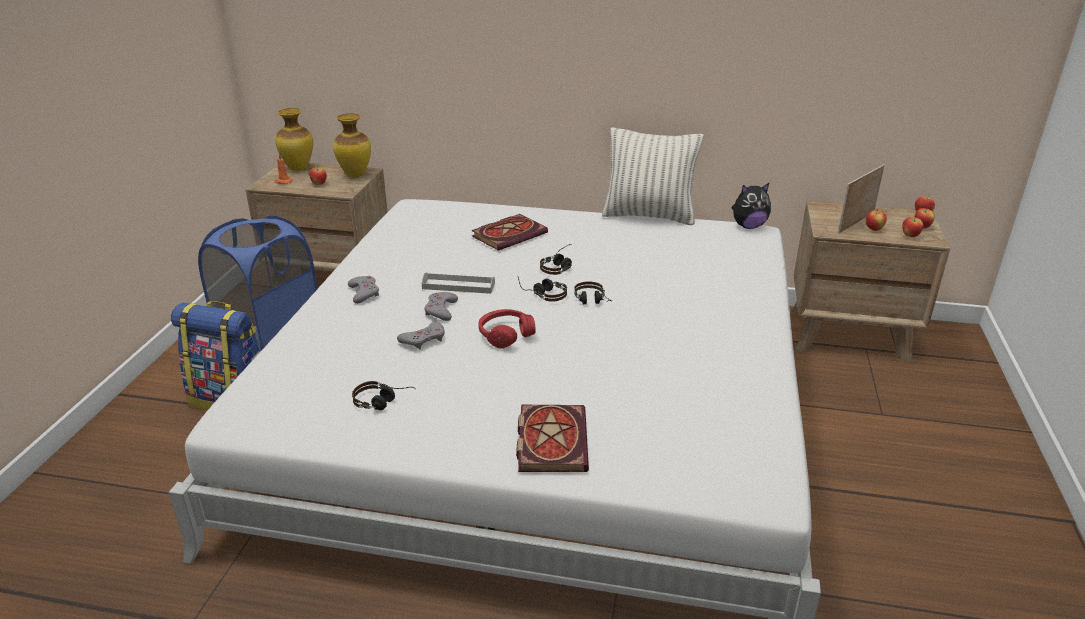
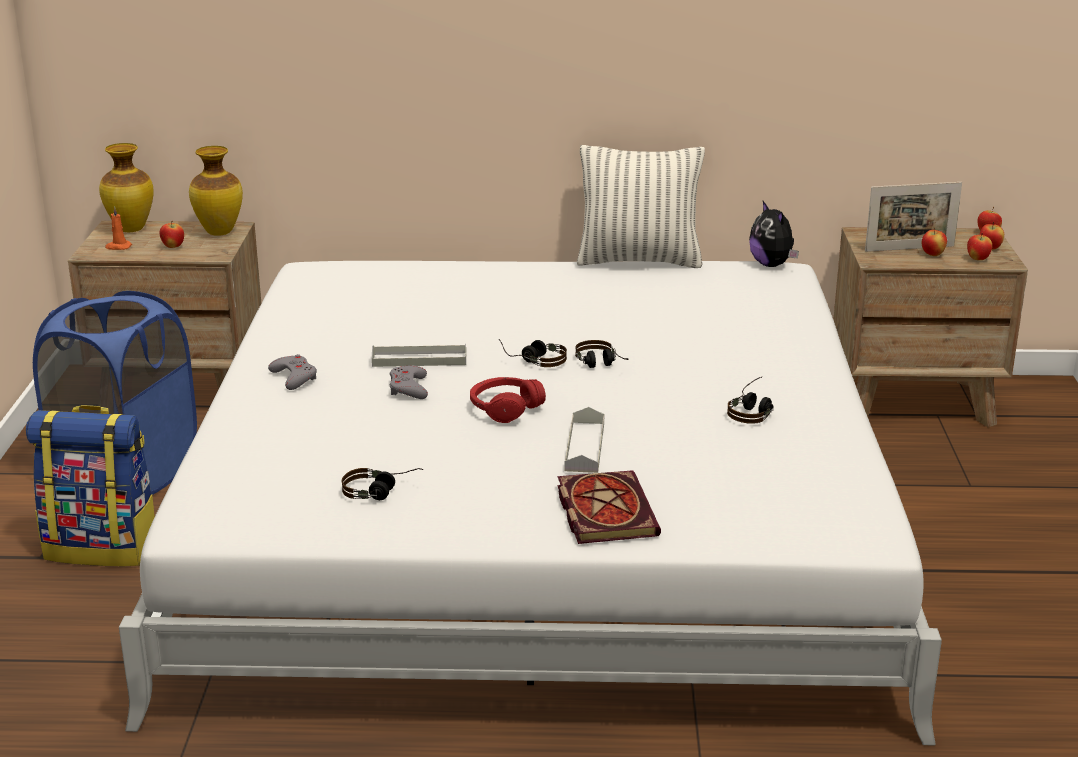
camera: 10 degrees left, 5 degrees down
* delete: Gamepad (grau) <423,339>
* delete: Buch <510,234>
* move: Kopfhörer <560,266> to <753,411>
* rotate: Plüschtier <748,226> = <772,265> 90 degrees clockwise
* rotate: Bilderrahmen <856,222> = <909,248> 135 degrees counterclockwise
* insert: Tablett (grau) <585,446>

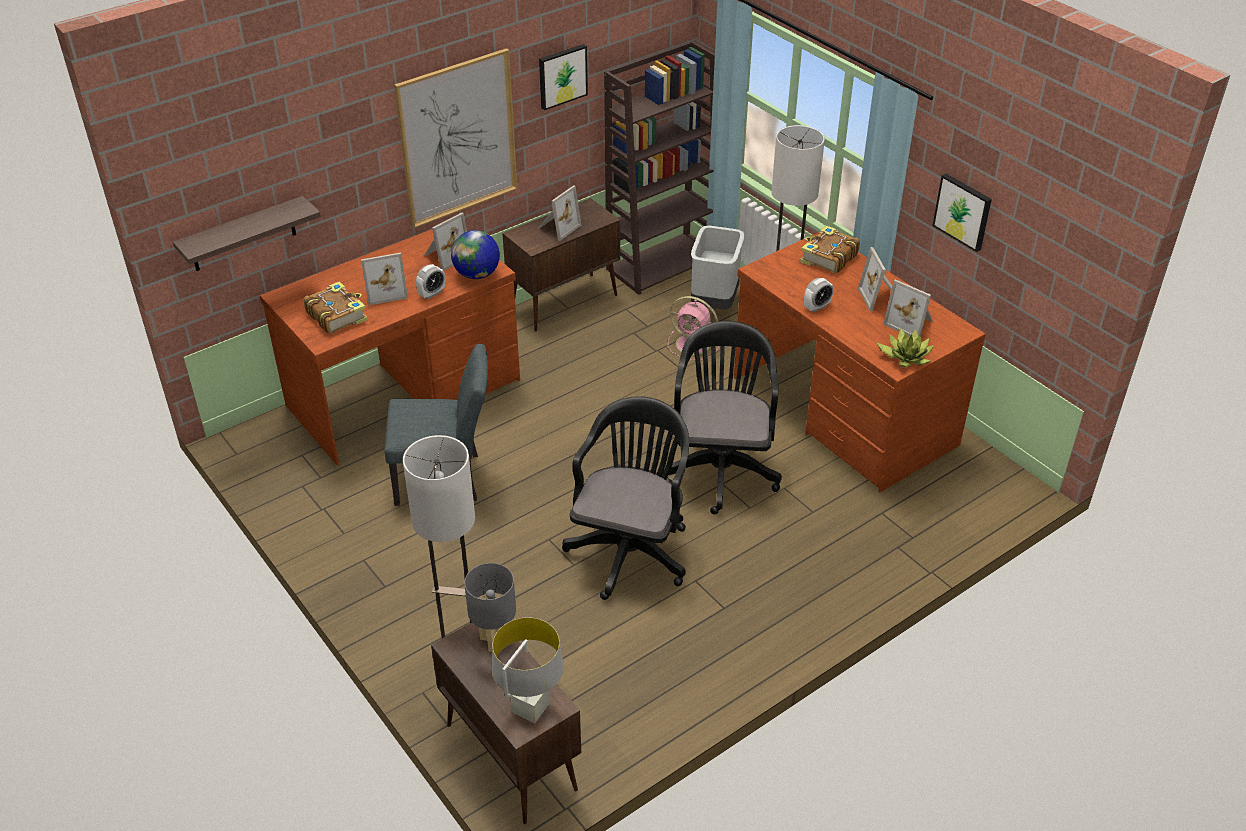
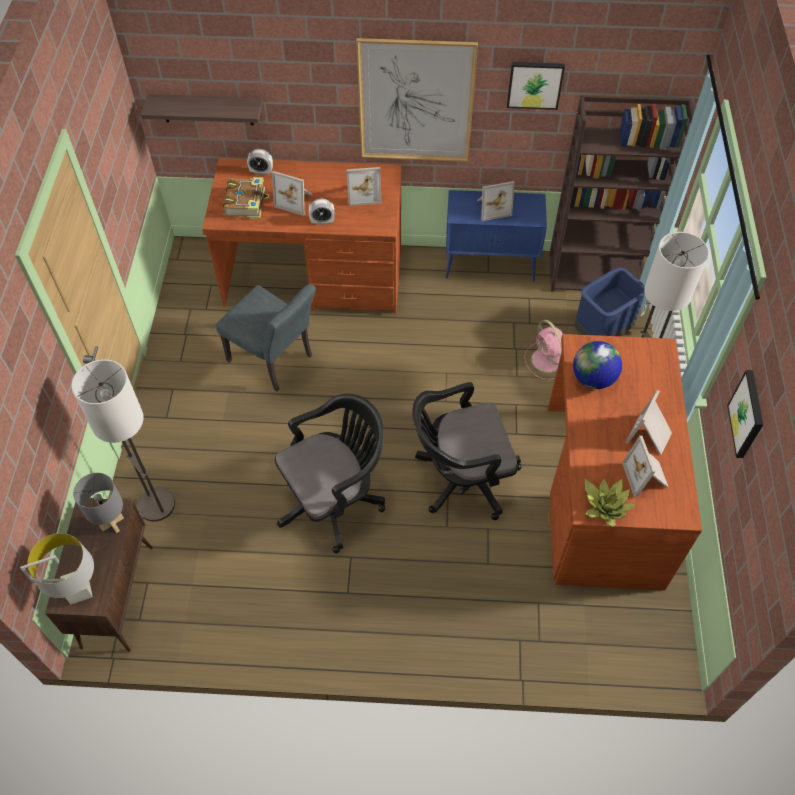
camera: 40 degrees right, 15 degrees up
* move: Globus <477,275> to <593,379>
* recolor: Schrank (braun) <565,302> to Schrank (blau) <491,265>
* rotate: Bürostuhl (schwarz) <721,467> = <461,478> 150 degrees counterclockwise
* recolor: Mülleimer (grau) <715,303> to Mülleimer (blau) <602,333>
* delete: Buch <828,258>
* move: Wecker <817,307> to <261,172>

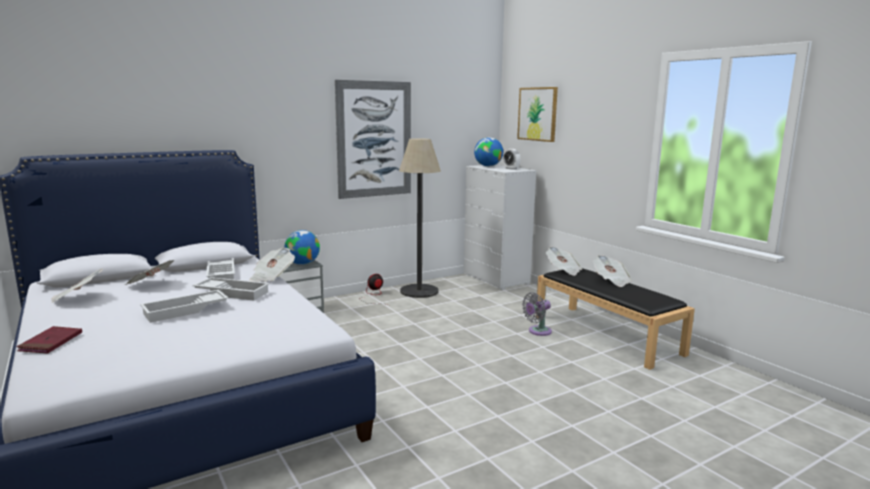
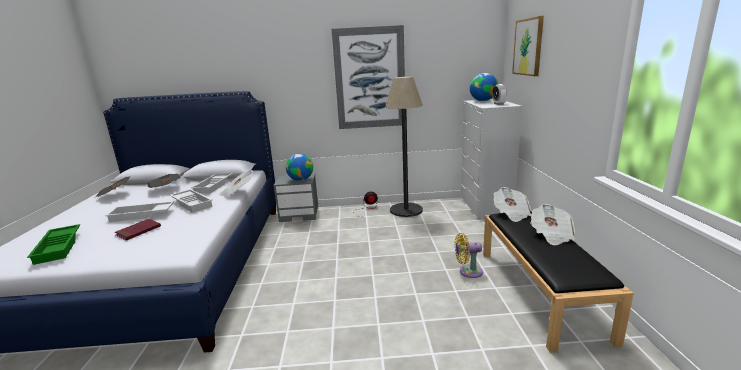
camera: 30 degrees right, 5 degrees up
* move: Buch (rot) <51,342> to <138,231>
* recolor: Ventilator (grau) <537,331> to Ventilator (gelb) <468,272>
* insert: Tablett (grün) <59,247>

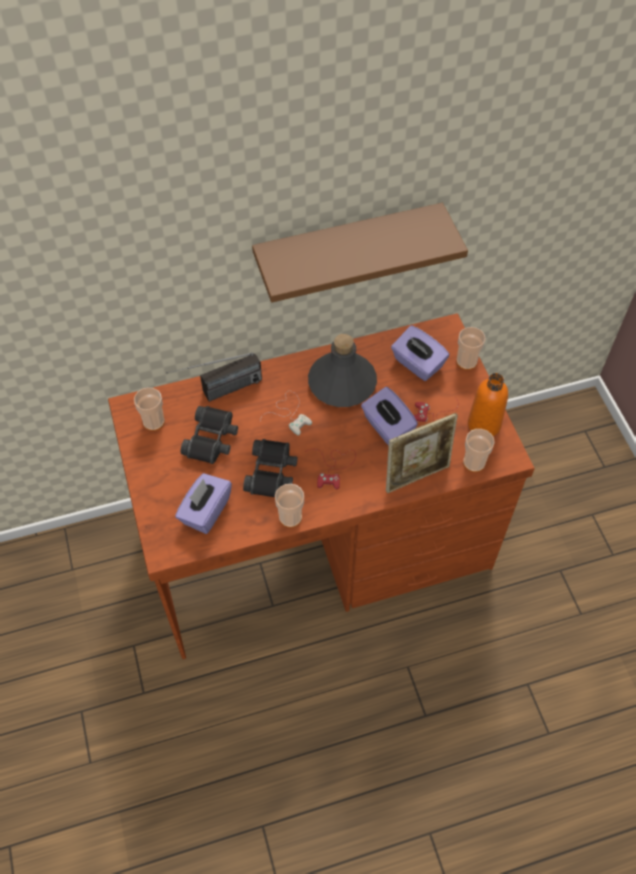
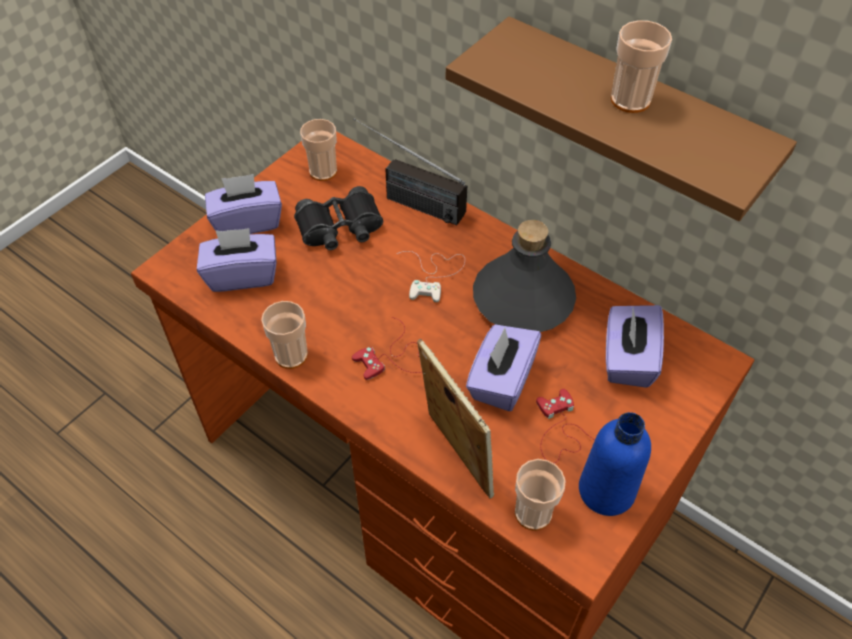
camera: 55 degrees right, 5 degrees down
* delete: Fernglas (schwarz) <271,472>
* rotate: Bilderrahmen <417,476> = <454,455> 150 degrees counterclockwise
* move: Tasse <466,361> to <630,100>
* recolor: Flasche (orange) <484,424> to Flasche (blau) <606,490>
* insert: Taschentuchbox (lila) <247,221>

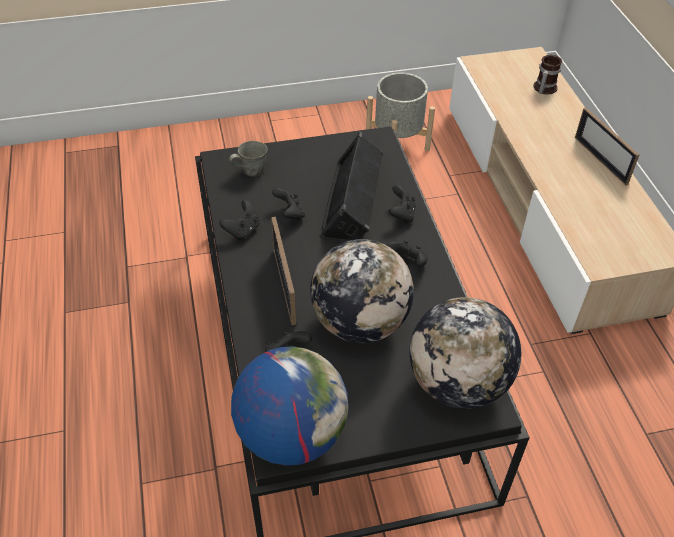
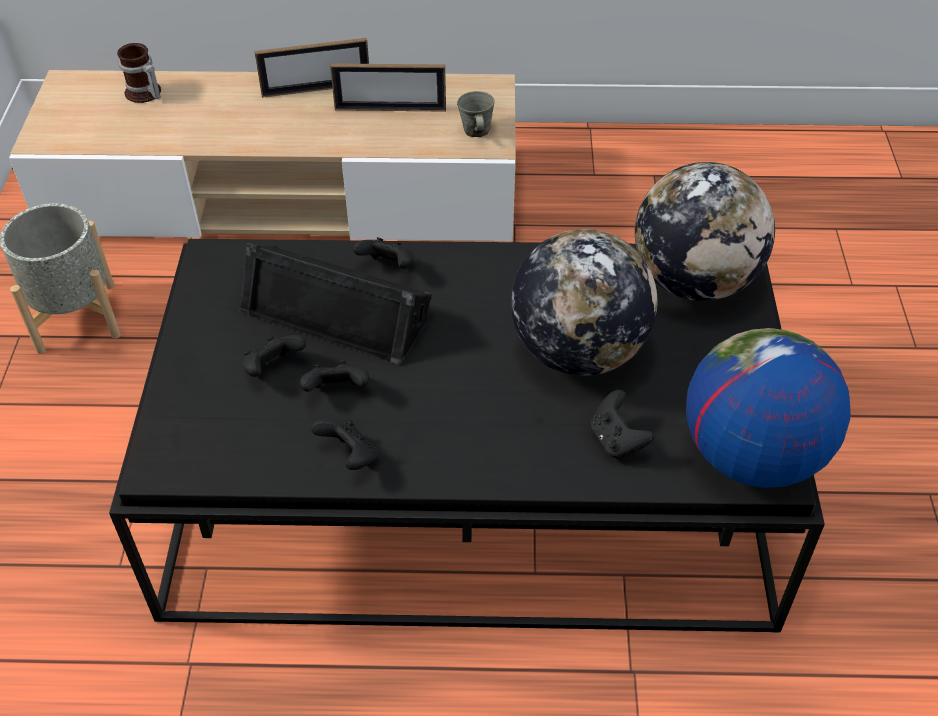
camera: 75 degrees left, 0 degrees up
* move: Henkelbecher (grau) <251,170> to <476,131>
* move: Bilderrahmen <284,285> to <390,109>
* move: Gamepad (schwarz) <408,262> to <273,368>

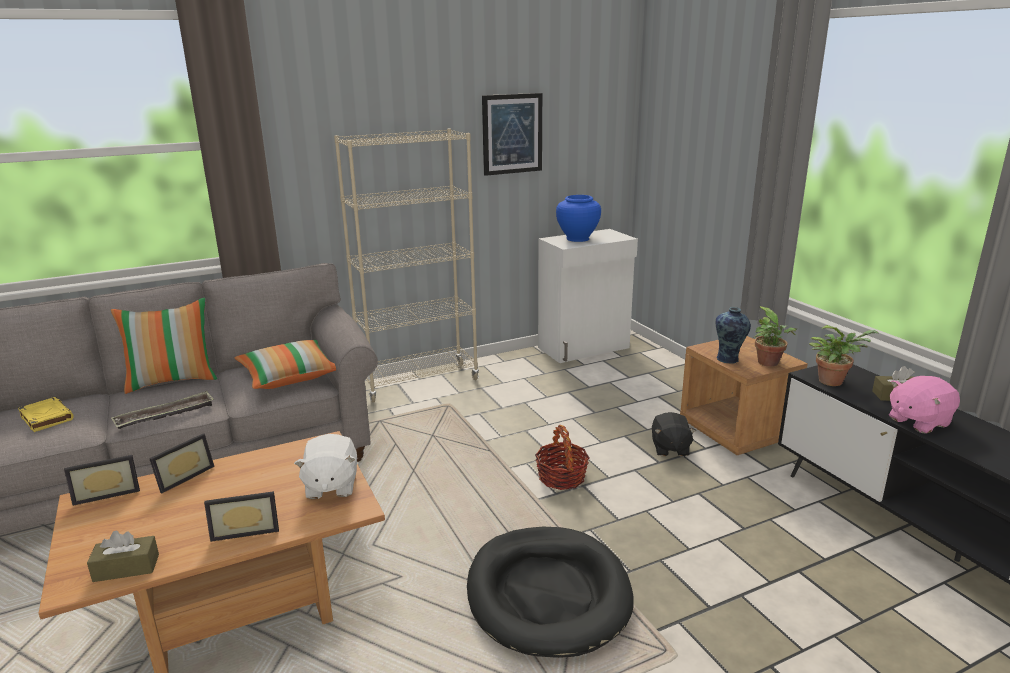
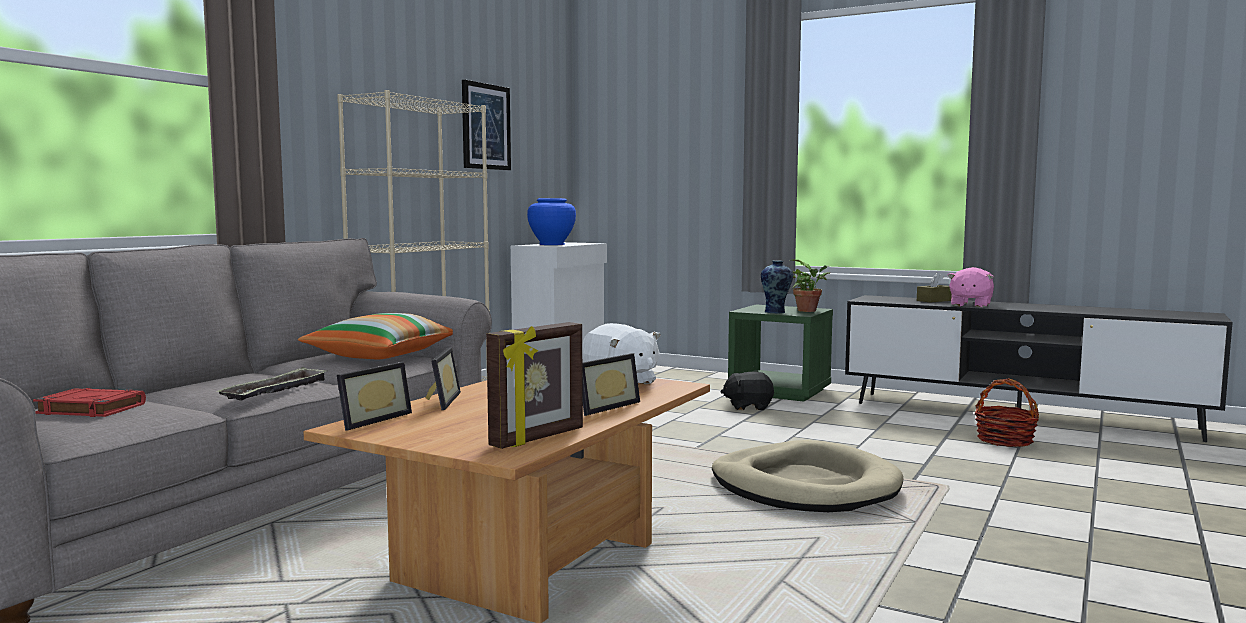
camera: 35 degrees left, 15 degrees down
* recolor: Buch (gelb) <46,417> to Buch (rot) <90,409>
* replace: Taschentuchbox (braun) <126,568> to Bilderrahmen <538,438>
* delete: Kissen <173,381>
* recolor: Hundebett (schwarz) <548,594> to Hundebett (beige) <804,486>
* move: Korb <561,477> to <1005,440>
* rotate: Plüschtier (schwarz) <670,448> = <748,407> 120 degrees clockwise
* recolor: Nachttisch (braun) <736,431> to Nachttisch (grün) <780,391>
* delete: Topfpflanze <833,381>

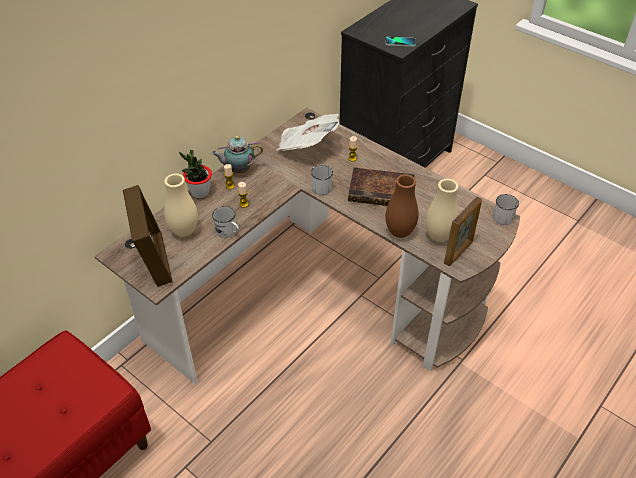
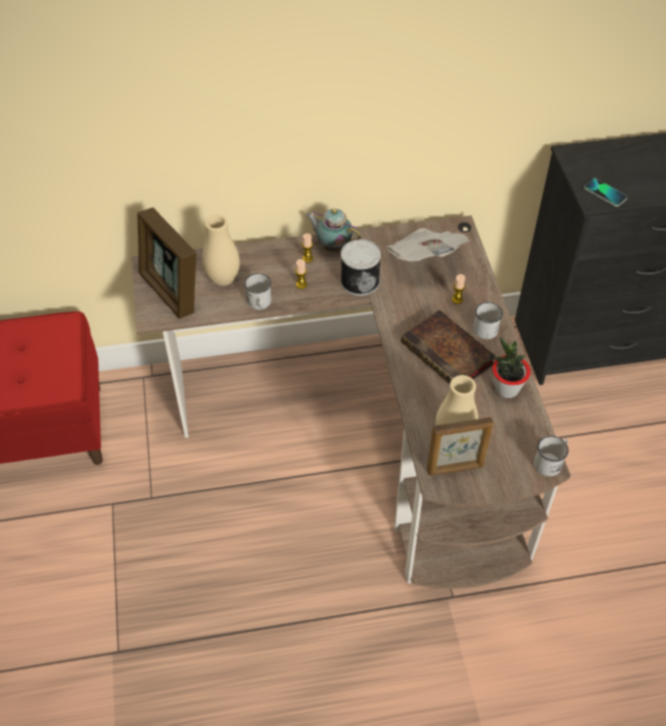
camera: 40 degrees right, 5 degrees up
* rotate: Bilderrahmen <154,260> = <171,291> 120 degrees clockwise
* move: Topfpflanze <200,192> to <506,389>
* move: Henkelbecher (weiß) <320,186> to <485,326>
* delete: Vase (braun) <399,232>
* insert: Dose <359,280>

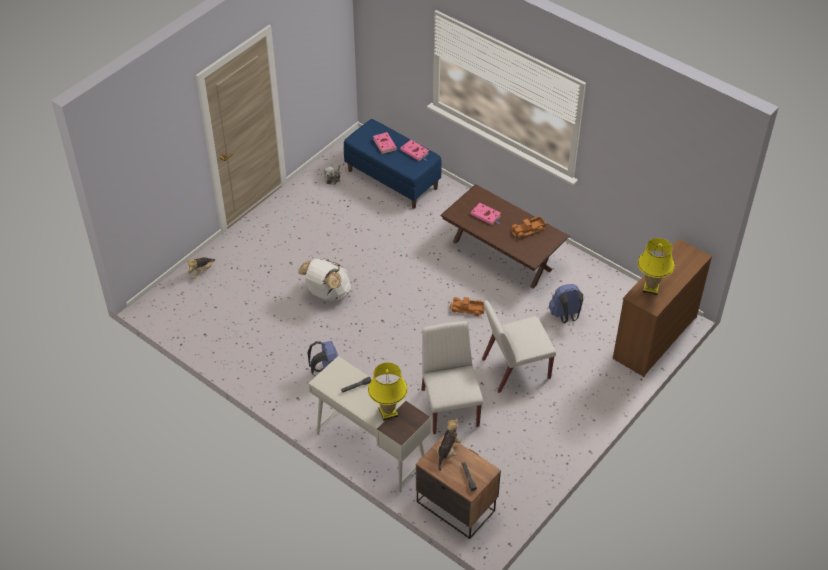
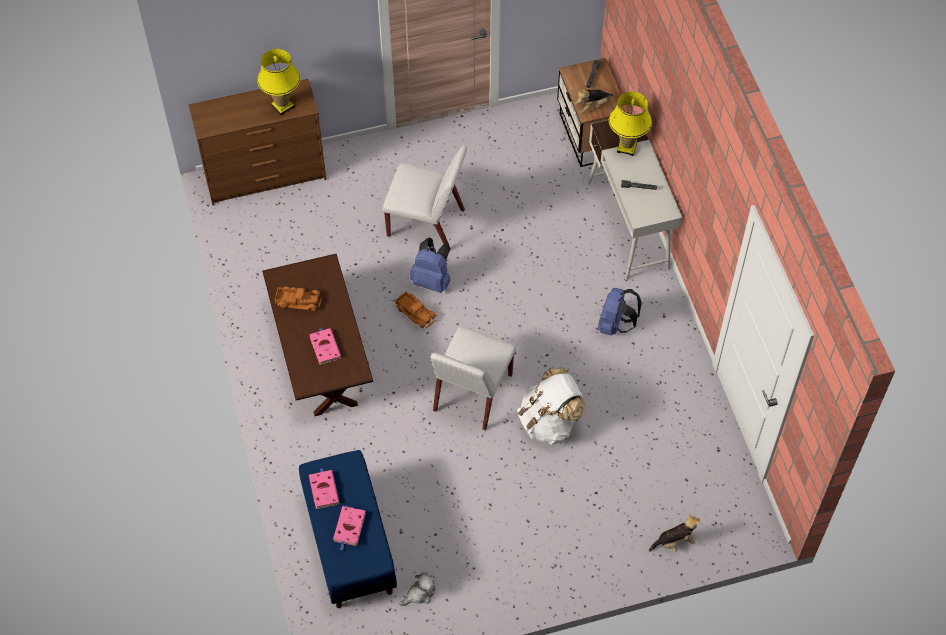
camera: 145 degrees left, 10 degrees up
* move: Stuhl (weiß) <449,407> to <472,393>
* move: Rucksack (blau) <565,316> to <432,280>

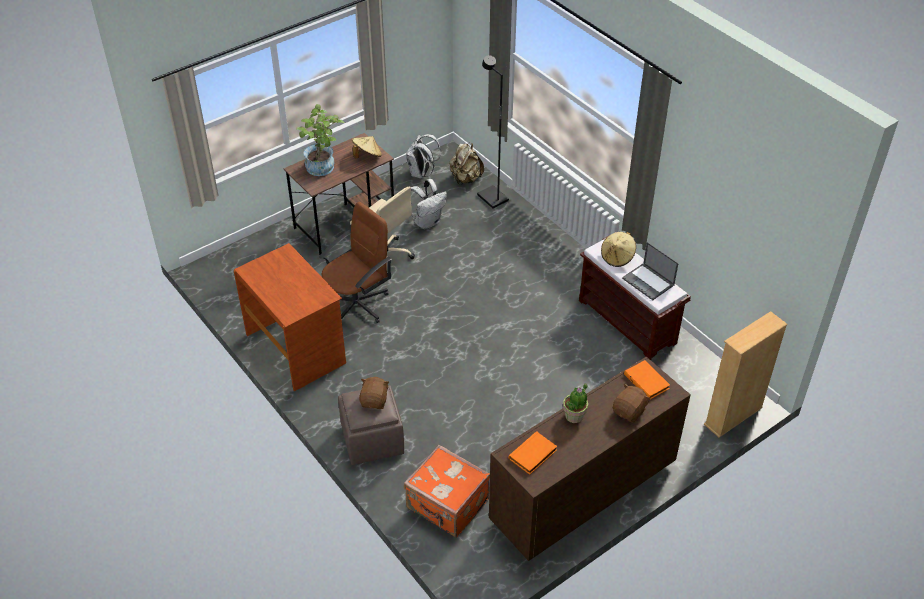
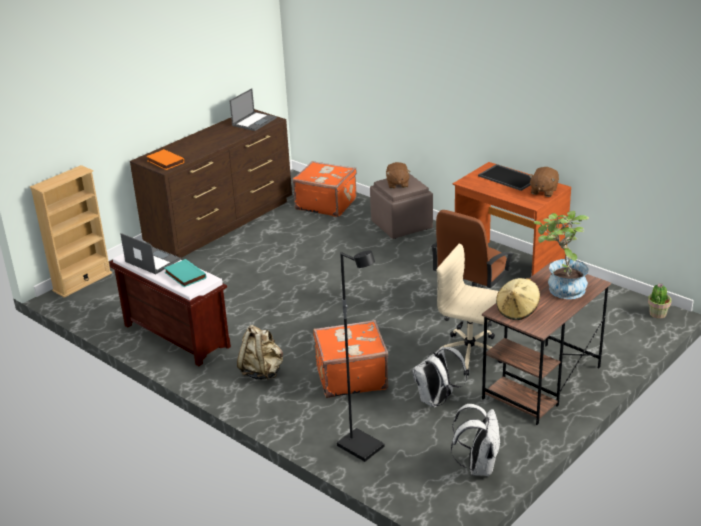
camera: 170 degrees right, 15 degrees down
* move: Rucksack (beige) <465,179> to <262,372>
* replace: Buch (orange) <533,455> to Laptop <254,121>
* move: Topfpflanze <574,416> to <657,314>
* replace: Hut (beige) <617,257> to Buch (türkis) <184,275>
* move: Plüschtier (braun) <629,411> to <543,191>
* insert: Koffer (orange) <350,377>
* insert: Tablett <509,177>

